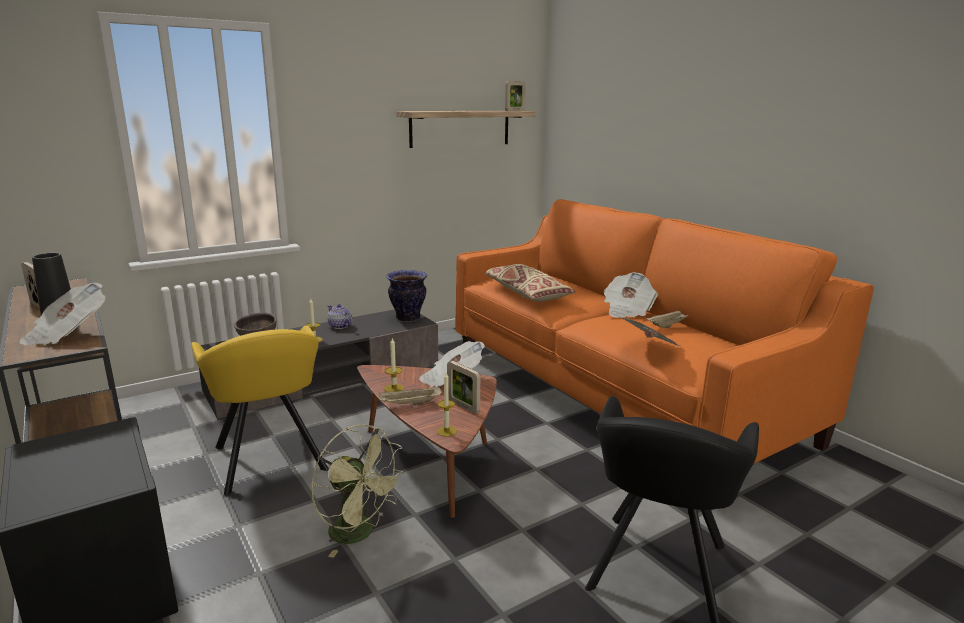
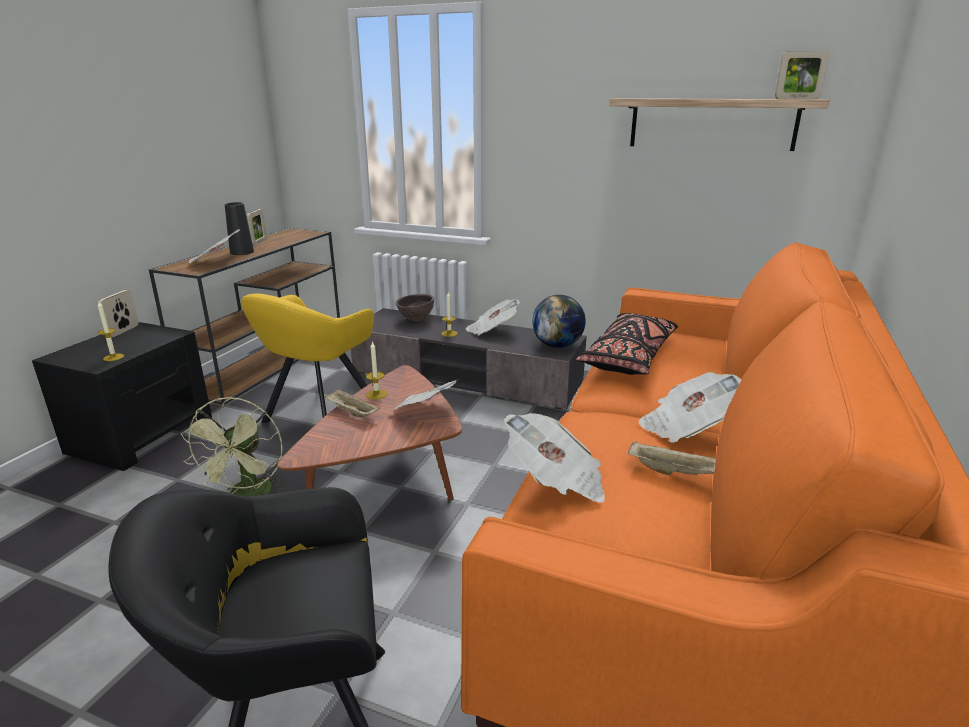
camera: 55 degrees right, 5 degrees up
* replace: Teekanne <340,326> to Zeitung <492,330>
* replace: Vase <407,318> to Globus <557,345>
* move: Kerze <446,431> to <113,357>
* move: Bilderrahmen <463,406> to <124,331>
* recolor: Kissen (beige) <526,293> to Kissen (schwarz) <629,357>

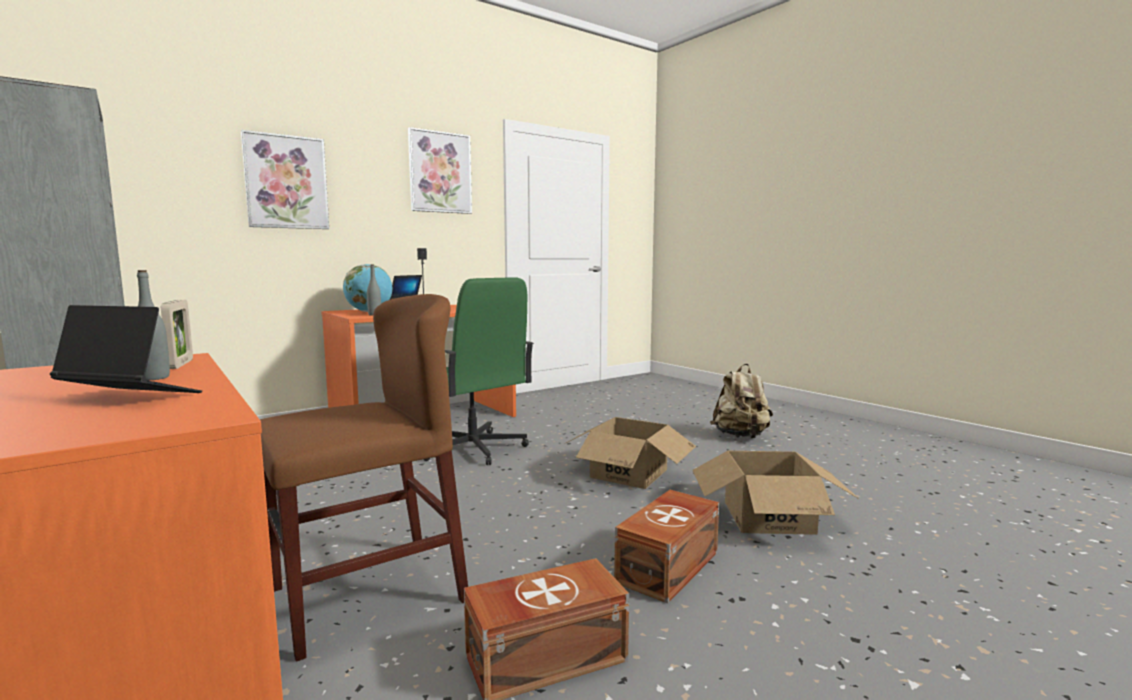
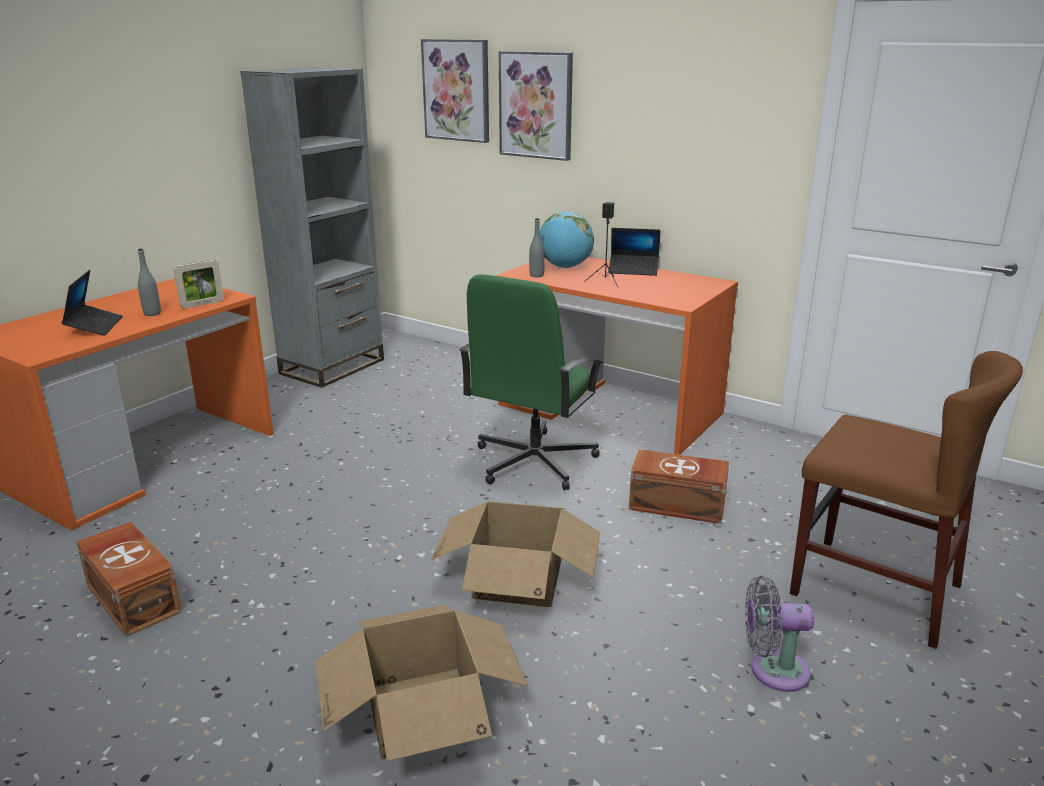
camera: 70 degrees right, 15 degrees up
* move: Stuhl (braun) <368,594> to <875,589>
* move: Bild <440,172> to <457,90>
* move: Aufbewahrungsbox (braun) <670,567> to <678,506>
* replace: Rucksack (beige) <741,436> to Ventilator (grau) <773,670>

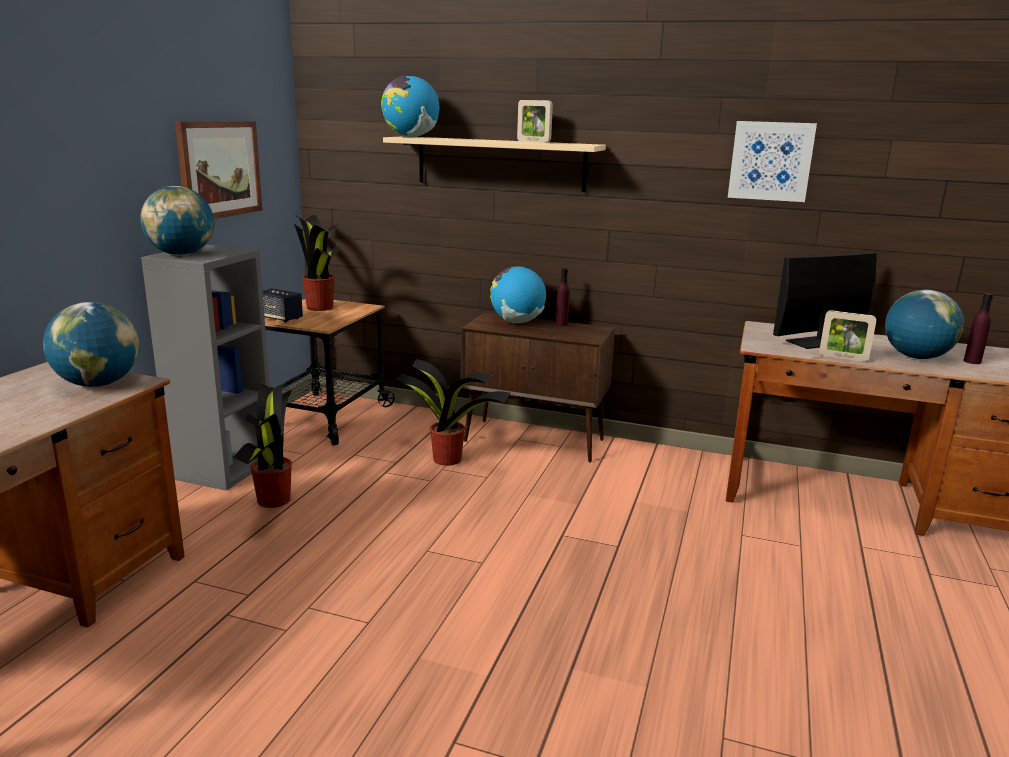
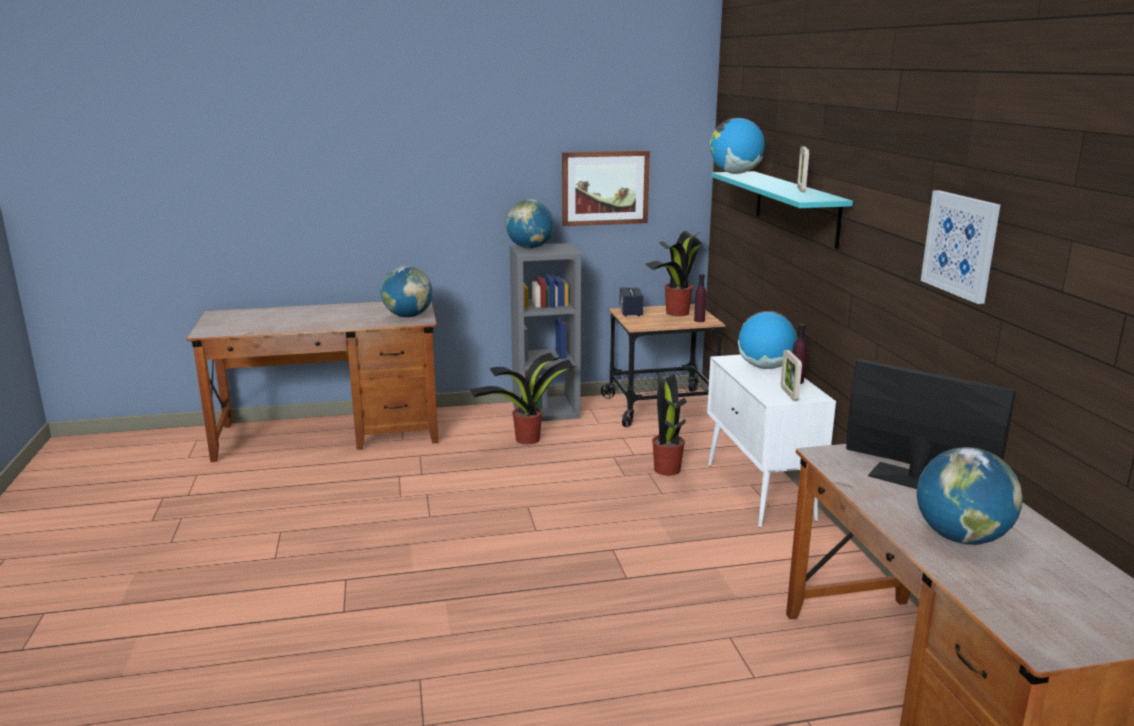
camera: 60 degrees right, 0 degrees up
* recolor: Wandregal (beige) <500,163> to Wandregal (türkis) <796,207>
* recolor: Schrank (braun) <535,441> to Schrank (weiß) <760,492>
* move: Bilderrahmen <843,358> to <789,394>
* move: Flasche (lila) <972,361> to <699,320>

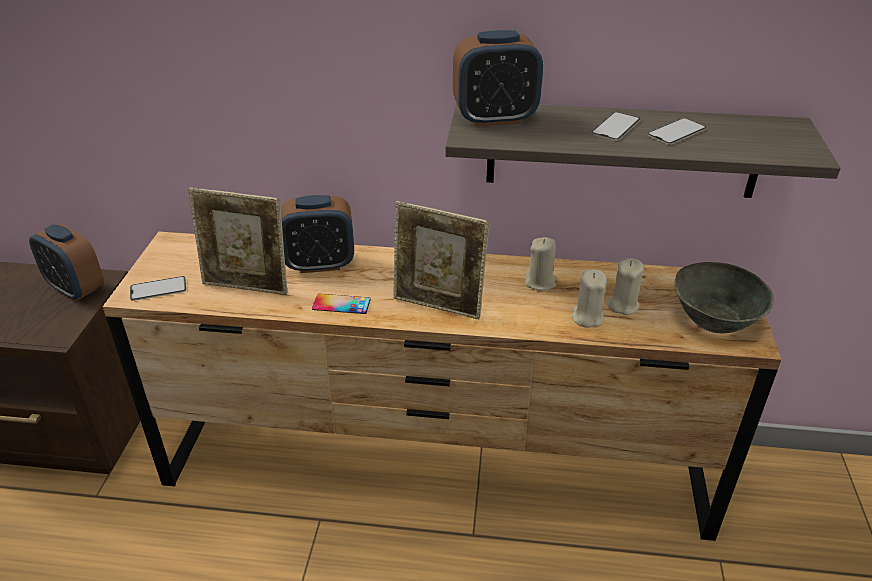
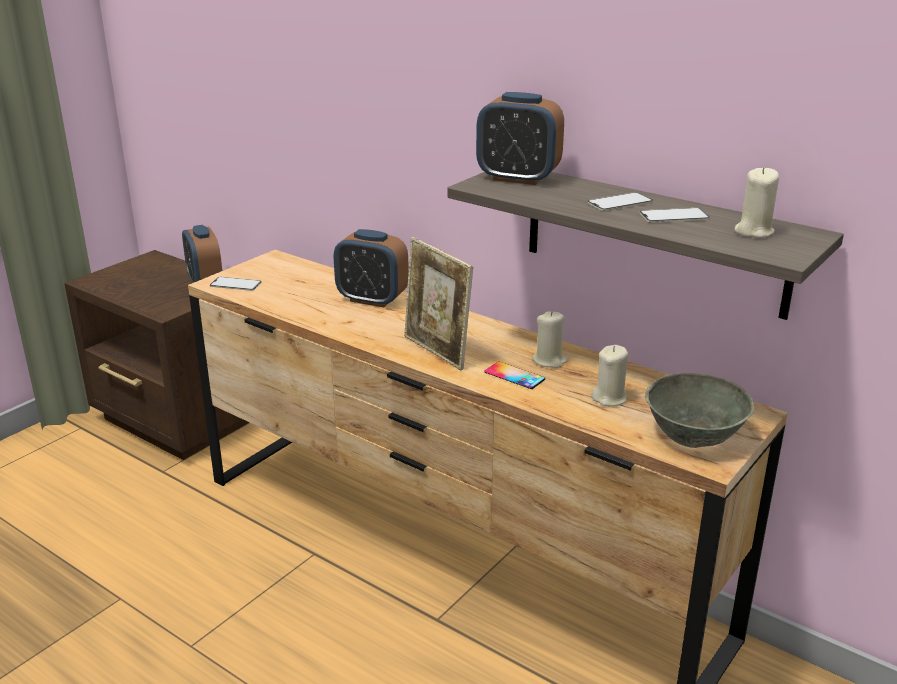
camera: 30 degrees right, 10 degrees down
* delete: Bilderrahmen <247,286>
* move: Handy <341,304> to <514,376>
* move: Kerze (beige) <587,317> to <753,231>

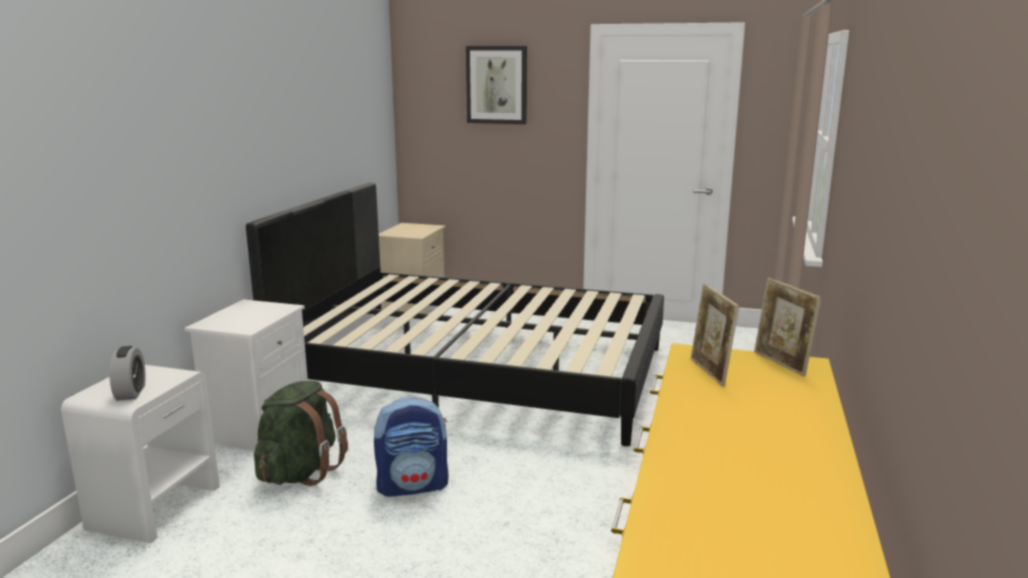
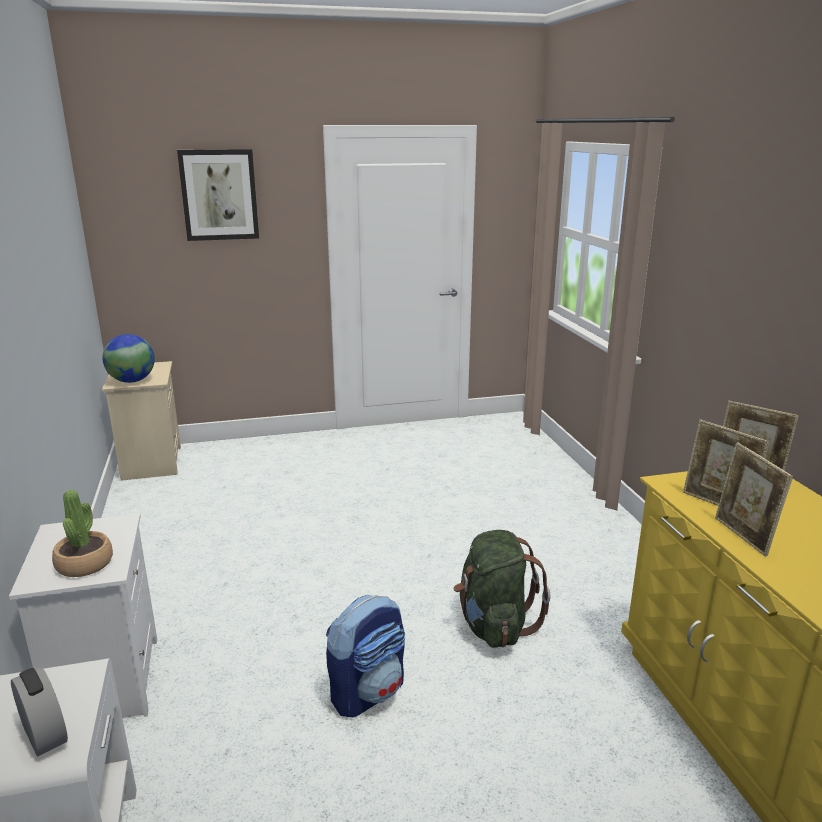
camera: 30 degrees left, 5 degrees up
* delete: Bett (schwarz) <477,371>
* move: Rucksack (grün) <301,472> to <494,625>
* insert: Topfpflanze <85,564>
* insert: Globus <132,381>
* insert: Bilderrahmen <743,536>

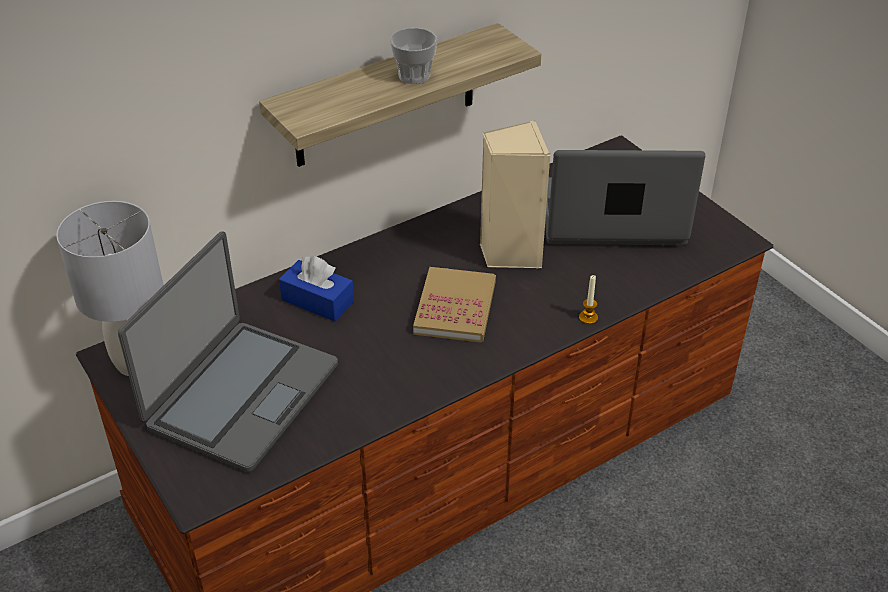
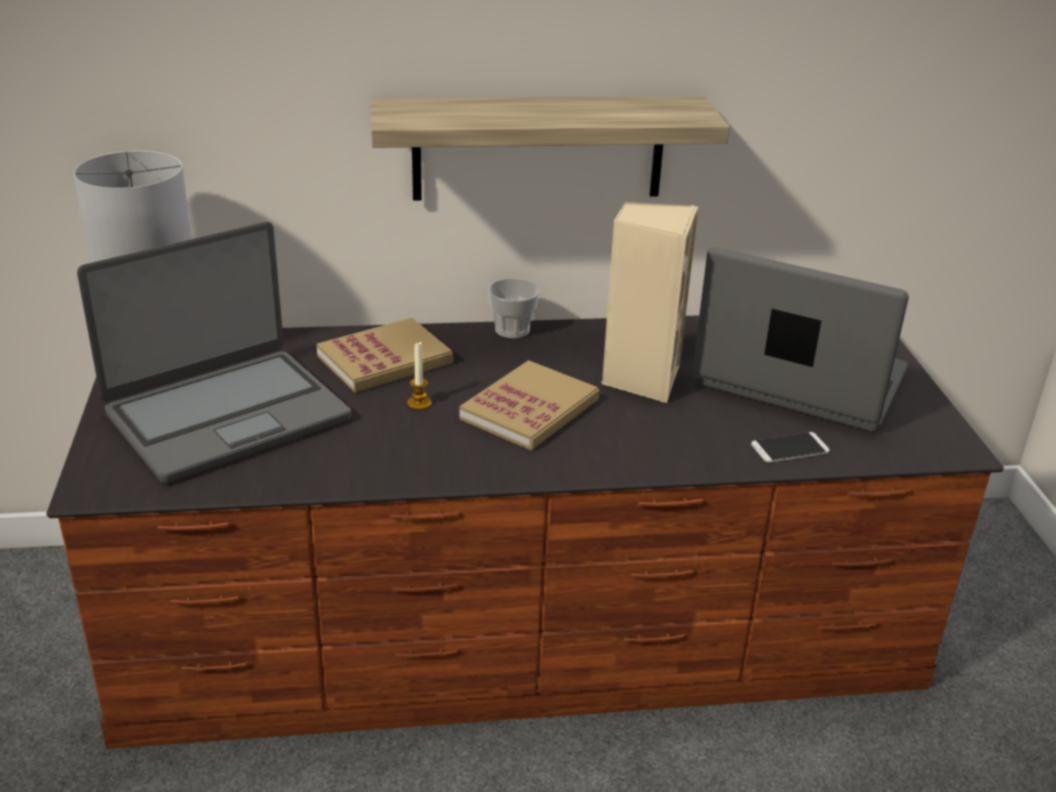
camera: 25 degrees right, 10 degrees down
* replace: Taschentuchbox (blau) <317,301> to Buch <385,360>
* move: Tasse <414,76> to <512,330>
* move: Kerze <588,317> to <419,403>
* insert: Handy <789,448>

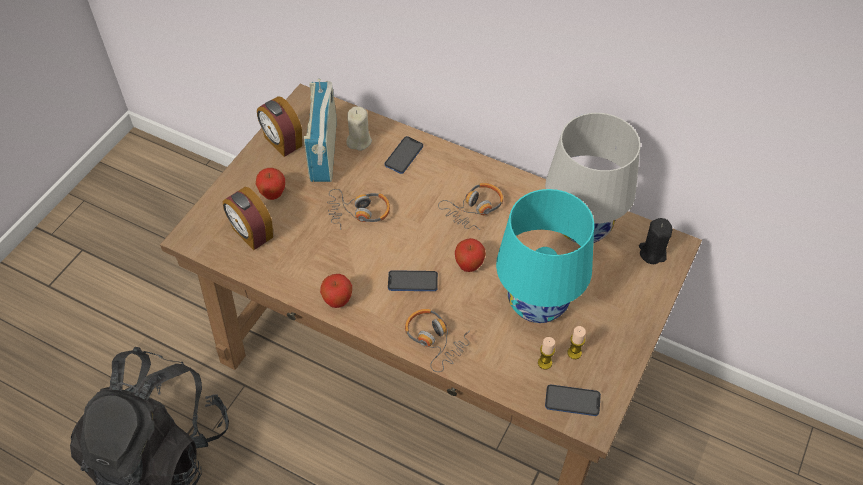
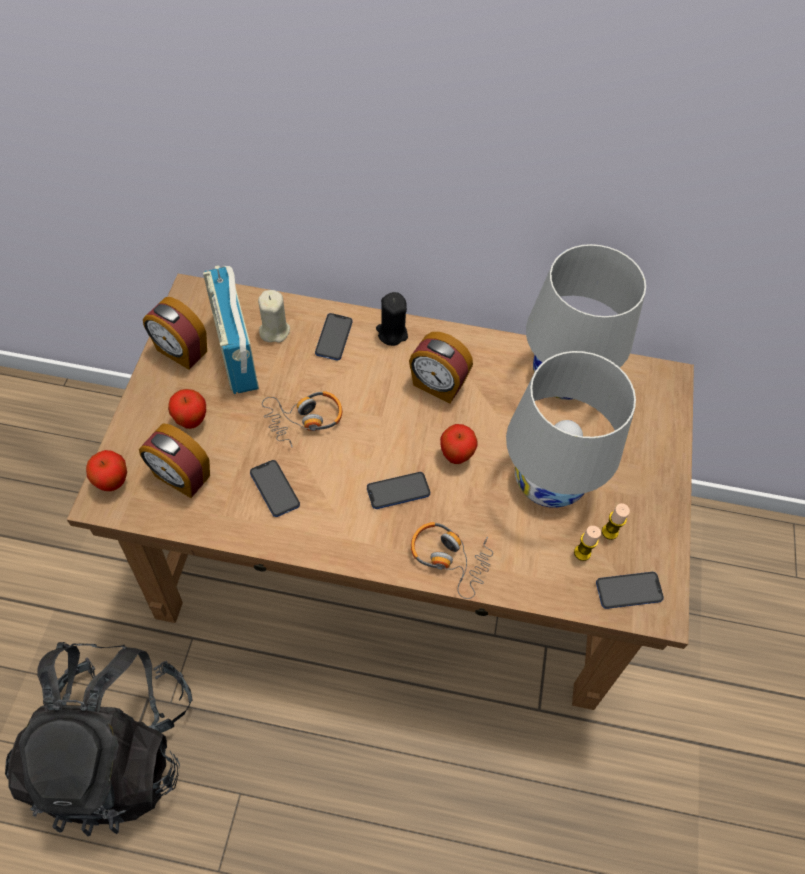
camera: 20 degrees left, 5 degrees up
* move: Apfel <338,301> to <113,482>
* replace: Kopfhörer <474,209> to Wecker <437,385>
* recolor: Tischlampe (türkis) <537,303> to Tischlampe (weiß) <548,482>
* move: Kerze (schwarz) <652,253> to <392,333>
* insert: Handy <274,489>

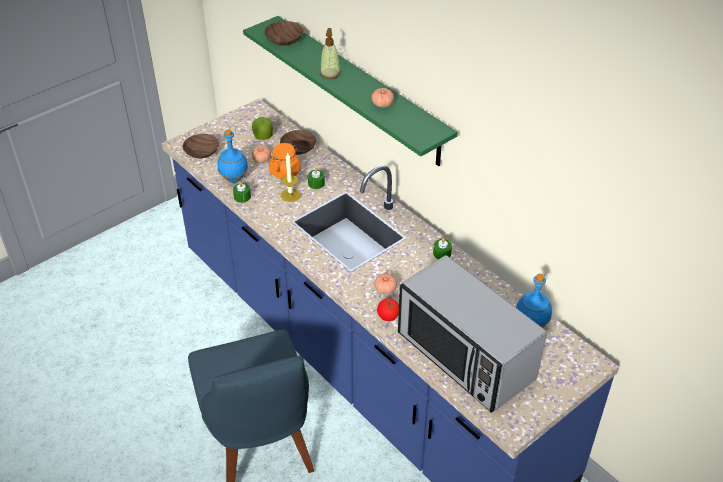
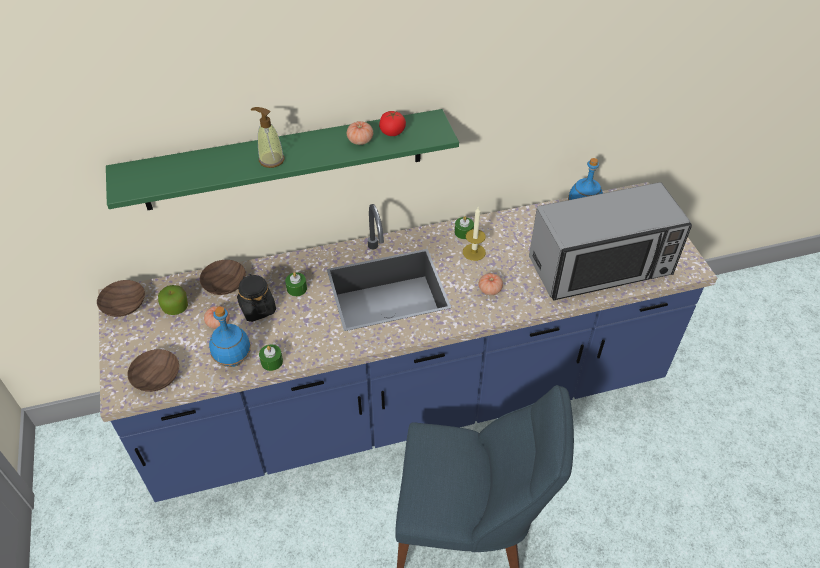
camera: 65 degrees left, 5 degrees up
* move: Schüssel (braun) <283,39> to <123,305>
* recolor: Vorratsglas (orange) <285,172> to Vorratsglas (schwarz) <257,308>
* move: Kerze <290,195> to <474,252>
* move: Tomate <388,316> to <392,132>

